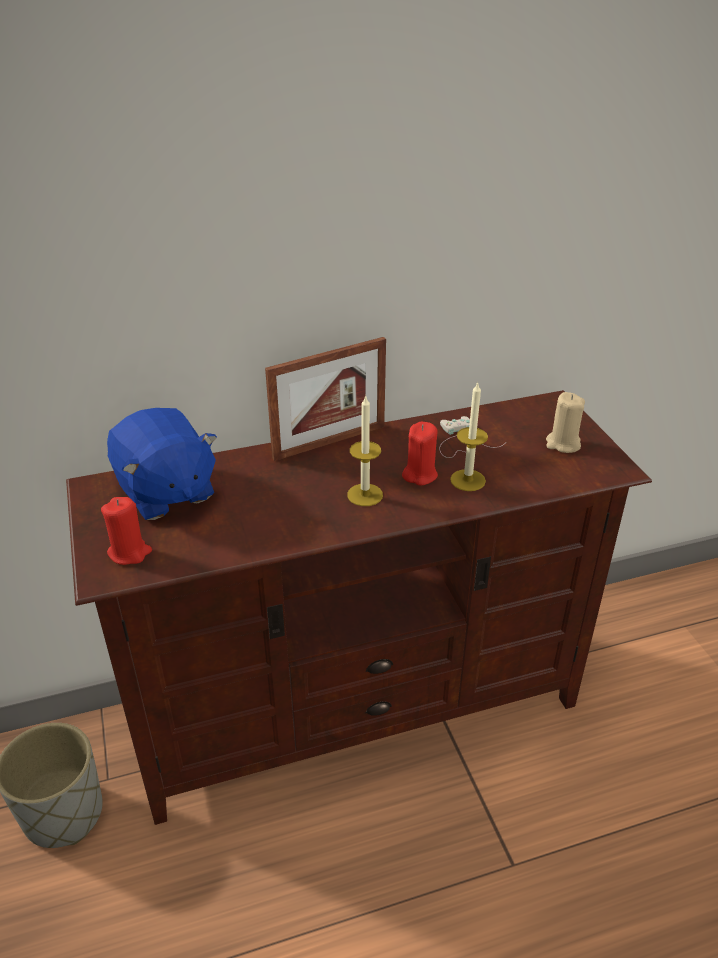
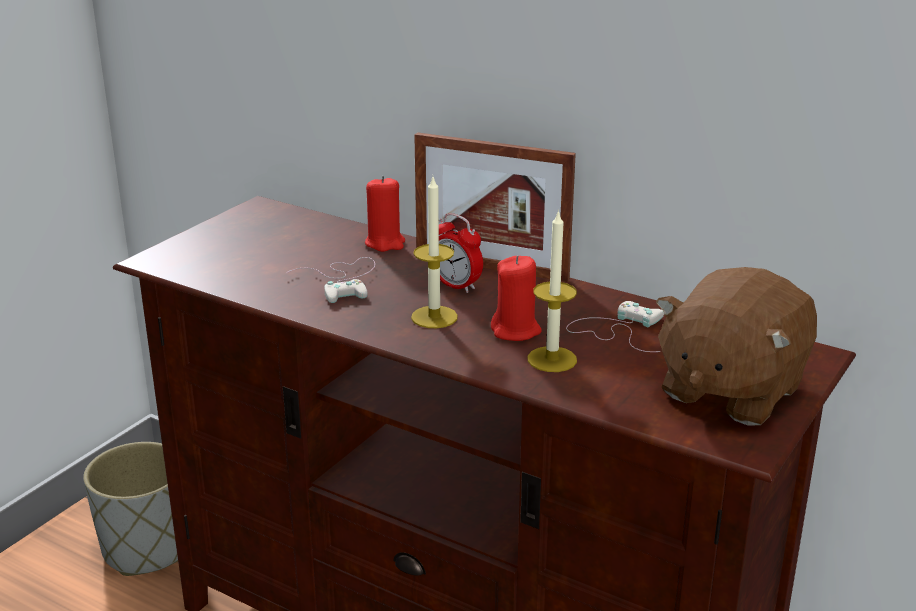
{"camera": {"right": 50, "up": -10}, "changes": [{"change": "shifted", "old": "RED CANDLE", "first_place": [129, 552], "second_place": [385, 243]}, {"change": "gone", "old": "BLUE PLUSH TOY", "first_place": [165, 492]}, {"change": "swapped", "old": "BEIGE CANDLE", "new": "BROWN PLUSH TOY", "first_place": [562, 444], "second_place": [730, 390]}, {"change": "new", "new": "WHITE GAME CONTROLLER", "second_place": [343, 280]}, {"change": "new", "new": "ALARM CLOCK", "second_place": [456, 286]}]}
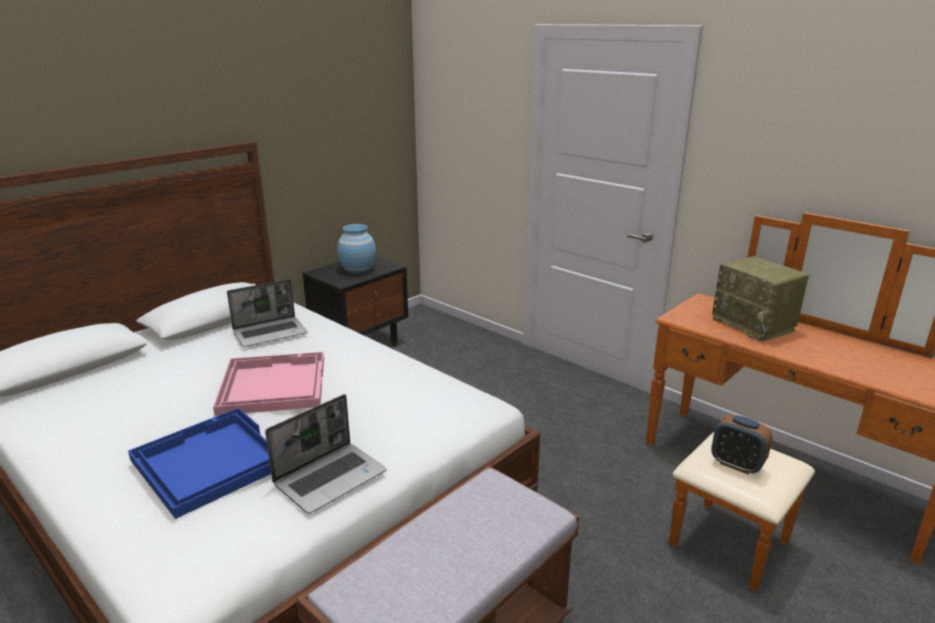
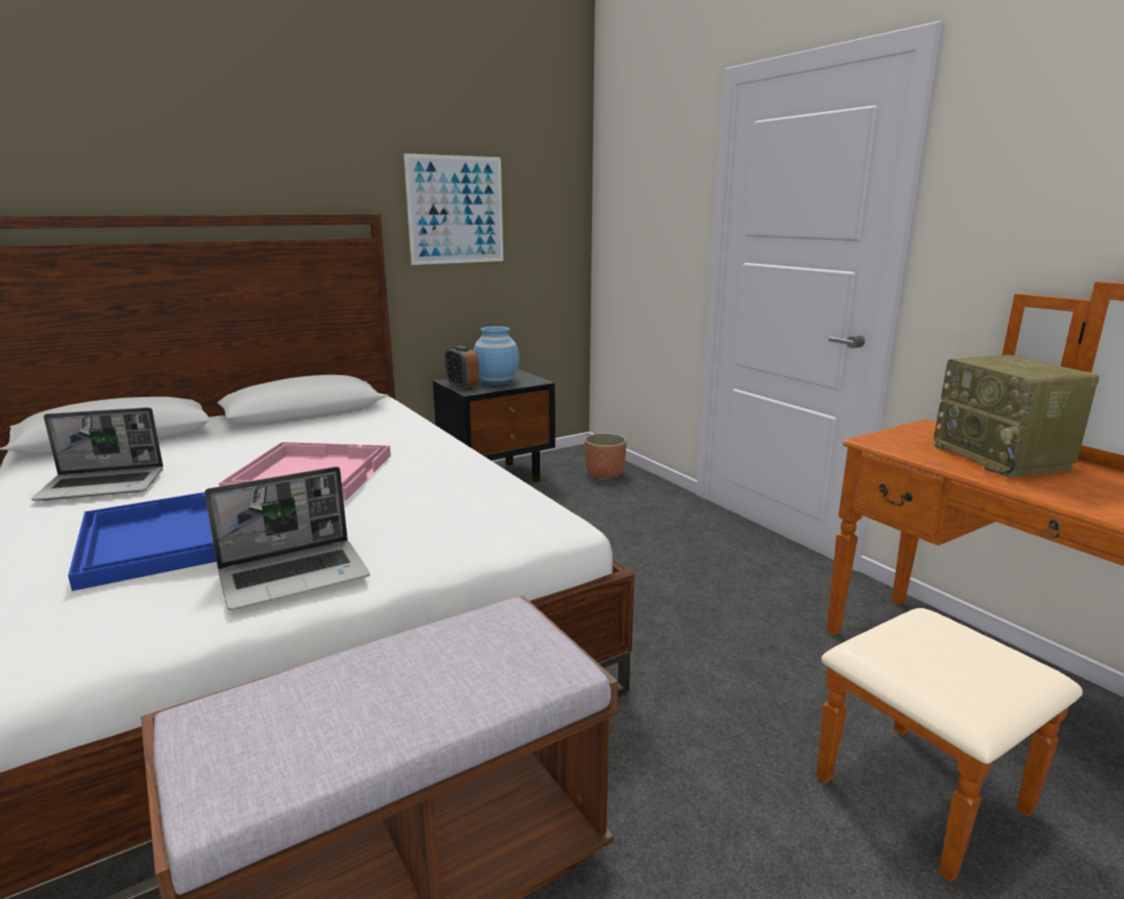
{"camera": {"right": 15, "up": -5}, "changes": [{"change": "shifted", "old": "LAPTOP", "first_place": [271, 333], "second_place": [104, 485]}, {"change": "shifted", "old": "ALARM CLOCK", "first_place": [736, 464], "second_place": [462, 385]}, {"change": "new", "new": "PICTURE", "second_place": [456, 210]}, {"change": "new", "new": "PLANTER", "second_place": [604, 473]}]}
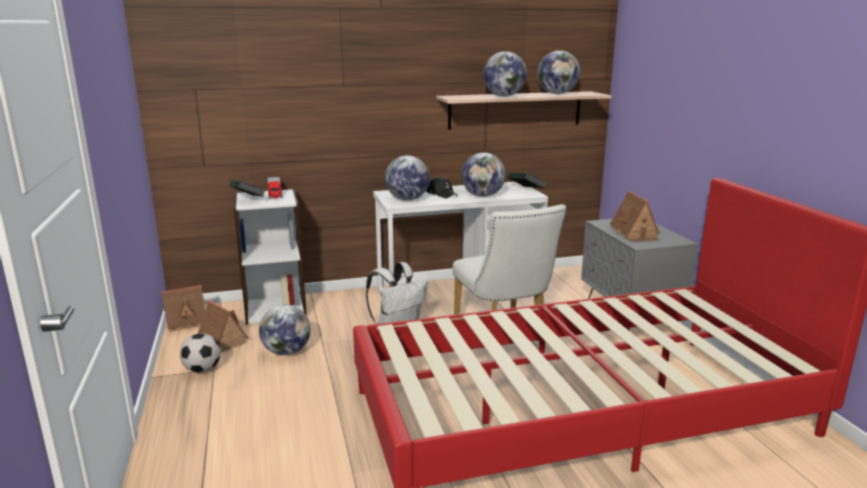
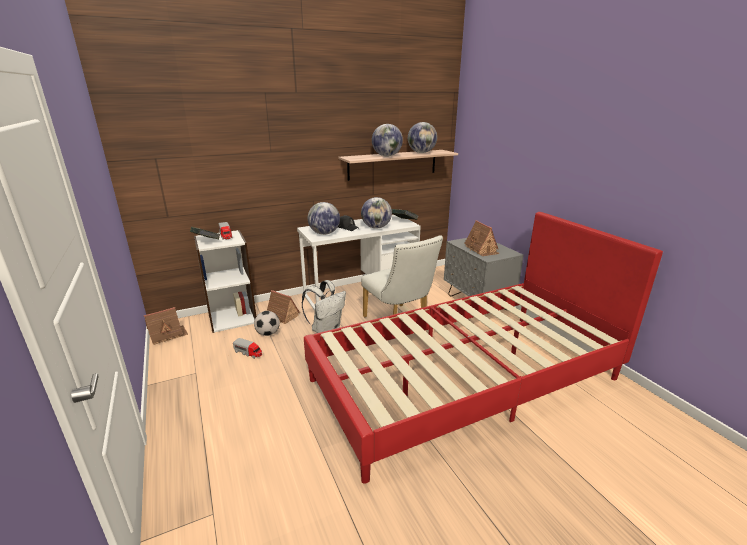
{"camera": {"right": -10, "up": 5}, "changes": [{"change": "shifted", "old": "FOOTBALL", "first_place": [202, 369], "second_place": [268, 333]}, {"change": "shifted", "old": "TOY HOUSE", "first_place": [221, 341], "second_place": [281, 316]}, {"change": "swapped", "old": "GLOBE", "new": "TOY TRUCK", "first_place": [286, 352], "second_place": [248, 353]}]}
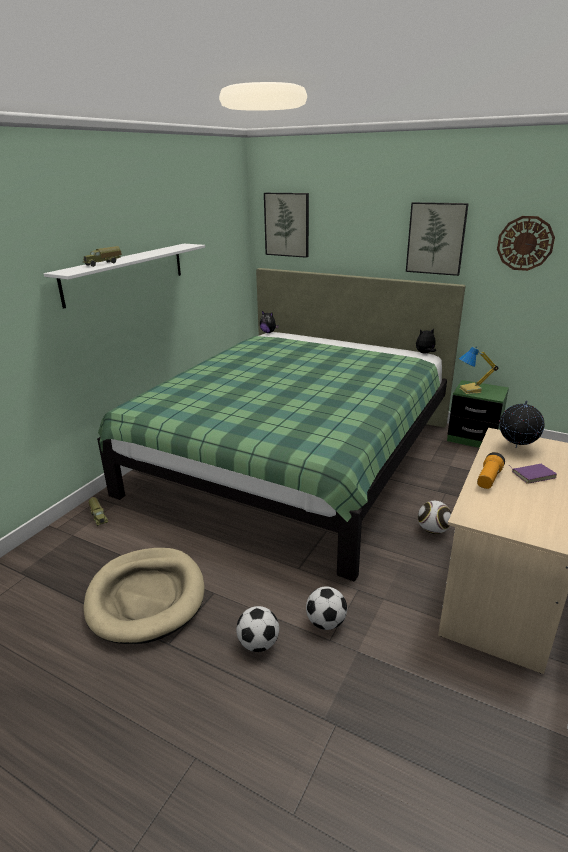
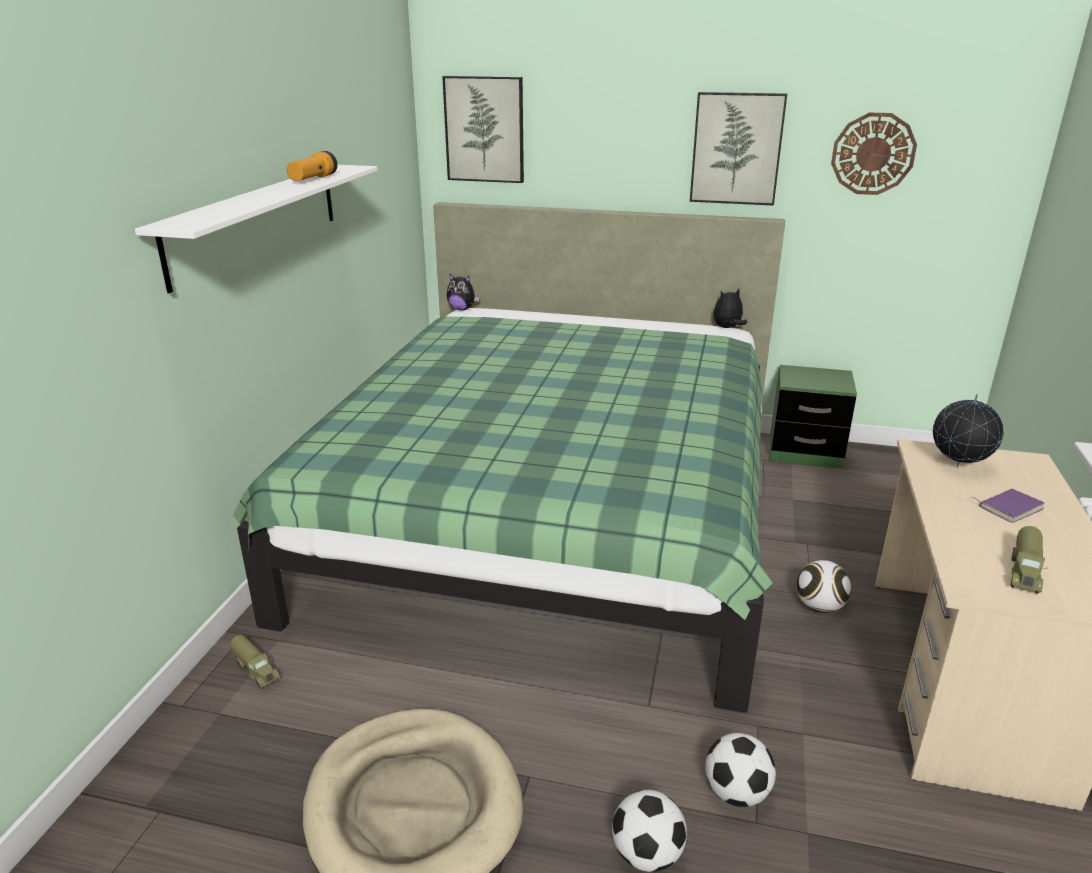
{"camera": {"right": -15, "up": 0}, "changes": [{"change": "shifted", "old": "TOY TRUCK", "first_place": [103, 264], "second_place": [1025, 573]}, {"change": "gone", "old": "TABLE LAMP", "first_place": [470, 390]}, {"change": "shifted", "old": "FLASHLIGHT", "first_place": [488, 478], "second_place": [313, 179]}]}
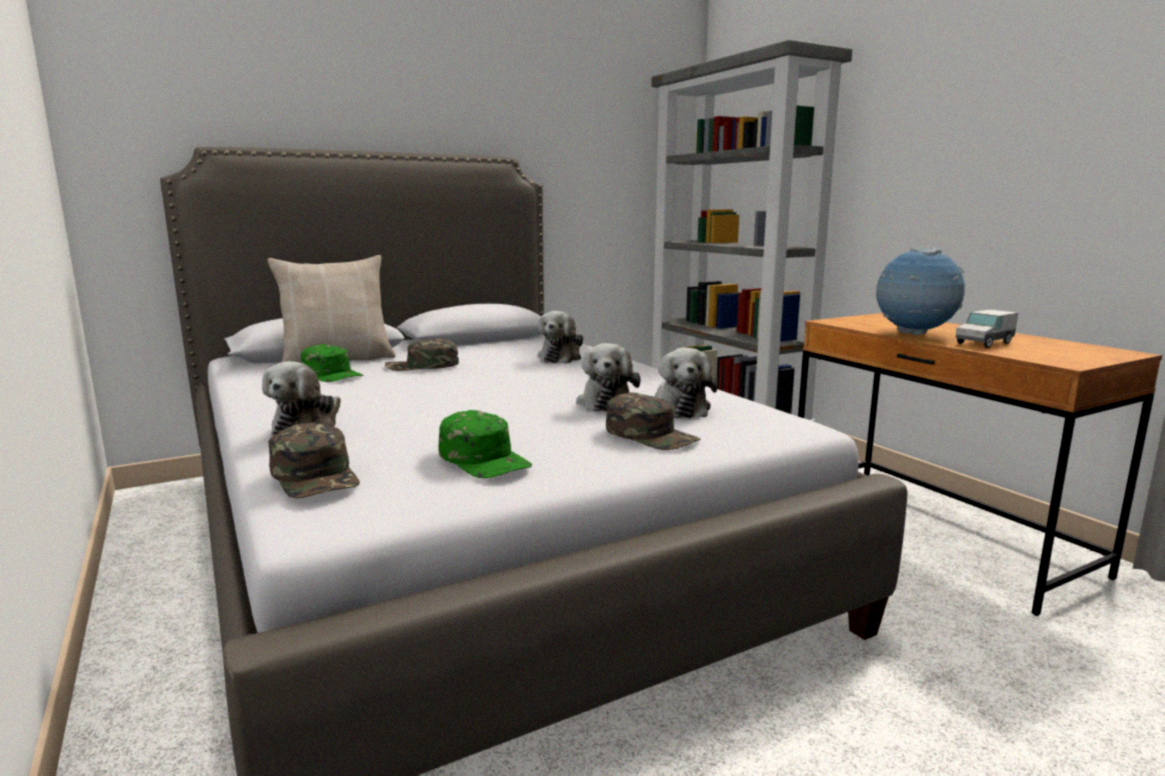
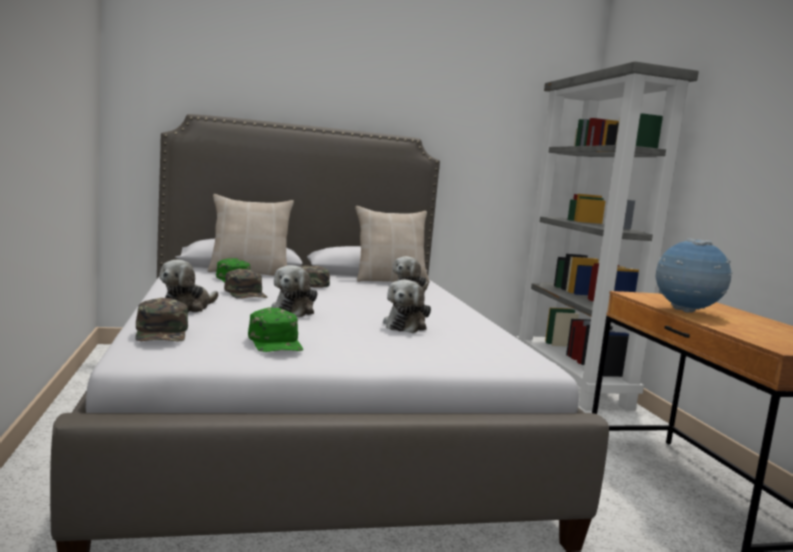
{"camera": {"right": 15, "up": -5}, "changes": [{"change": "shifted", "old": "GREEN CAP", "first_place": [651, 435], "second_place": [246, 293]}, {"change": "shifted", "old": "PLUSH TOY", "first_place": [679, 408], "second_place": [294, 310]}, {"change": "gone", "old": "TOY TRUCK", "first_place": [984, 343]}, {"change": "new", "new": "BEIGE PILLOW", "second_place": [390, 280]}]}
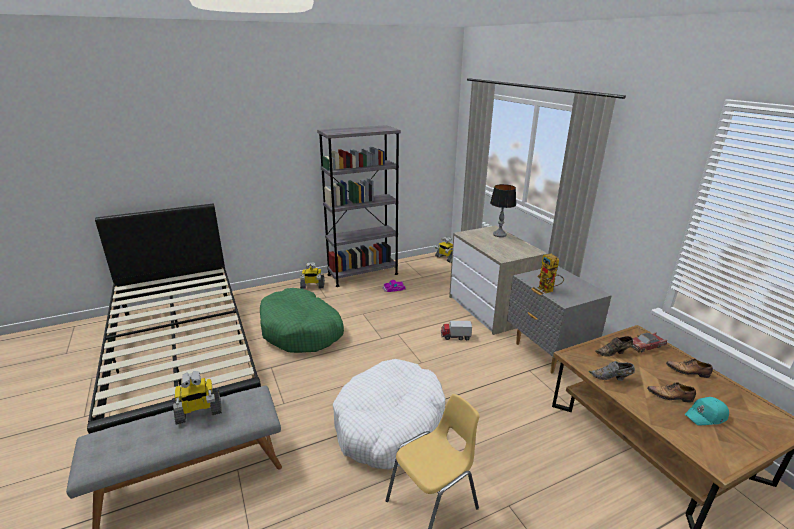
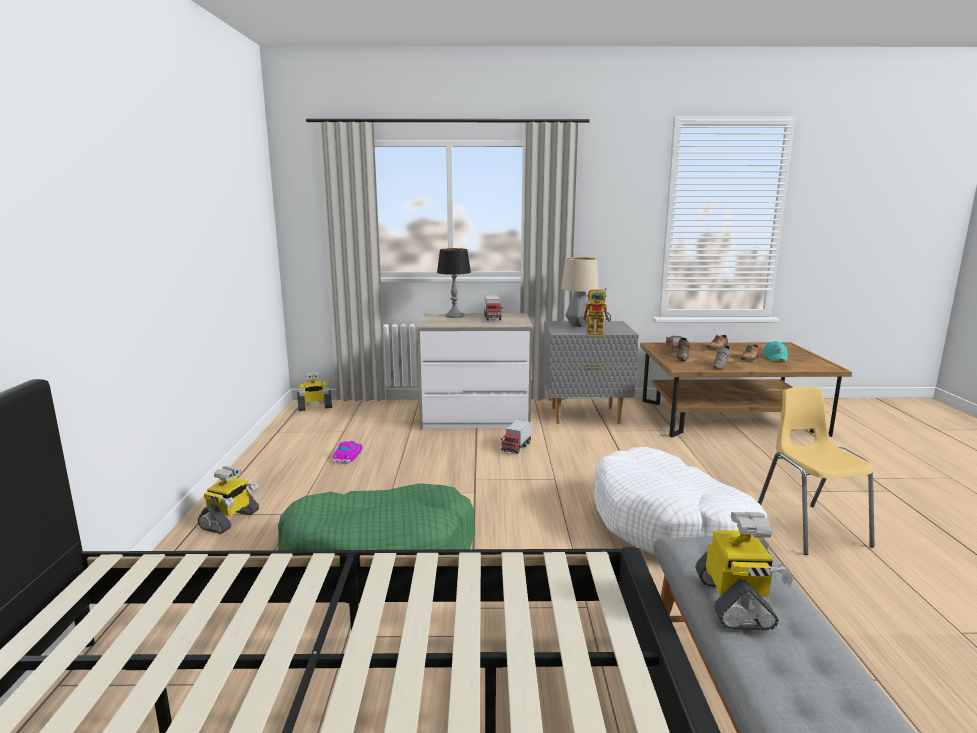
{"camera": {"right": -65, "up": -10}, "changes": [{"change": "gone", "old": "GREY BOOKCASE", "first_place": [363, 274]}, {"change": "new", "new": "TOY TRUCK", "second_place": [492, 318]}, {"change": "new", "new": "TABLE LAMP", "second_place": [578, 325]}]}
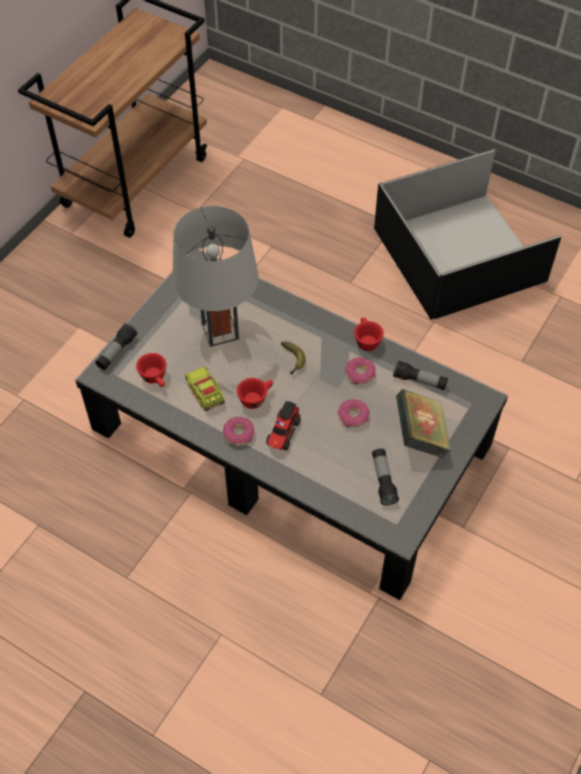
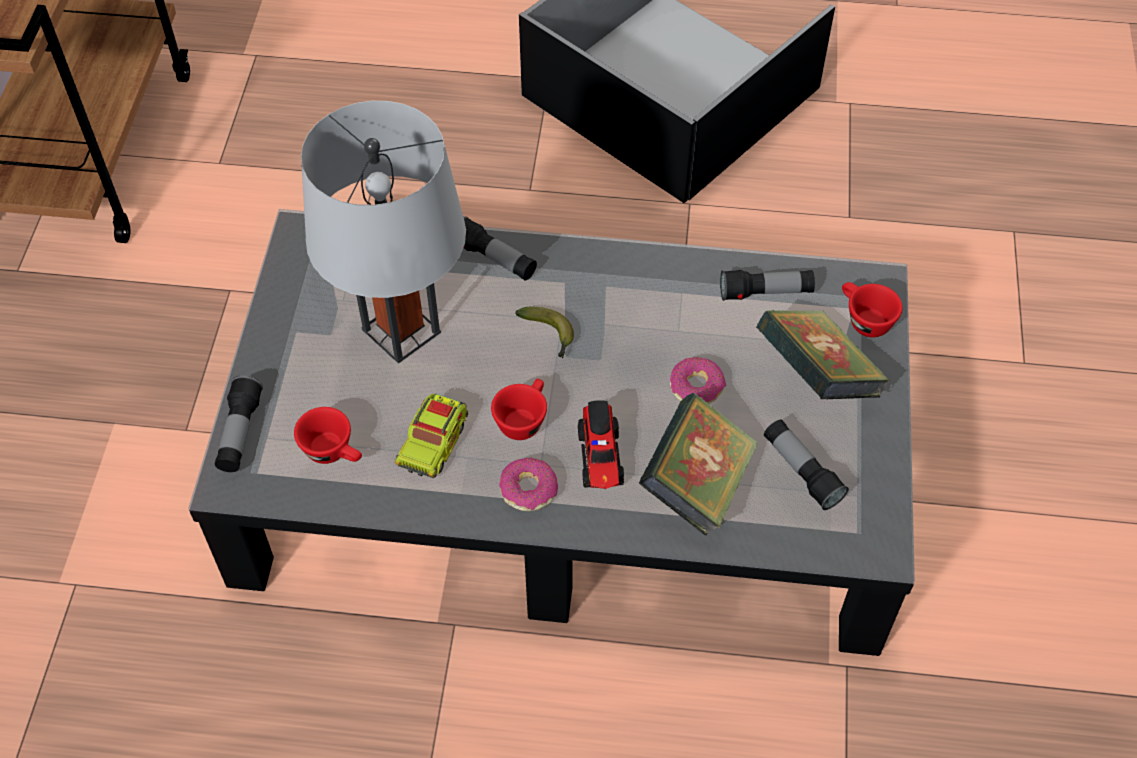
{"camera": {"right": -25, "up": 0}, "changes": [{"change": "rotated", "old": "TOY TRUCK", "first_place": [205, 393], "second_place": [433, 443], "degrees": -105}, {"change": "gone", "old": "DONUT", "first_place": [360, 374]}, {"change": "shifted", "old": "RED CUP", "first_place": [366, 340], "second_place": [863, 320]}, {"change": "new", "new": "FLASHLIGHT", "second_place": [495, 259]}, {"change": "new", "new": "BOOK", "second_place": [696, 484]}]}
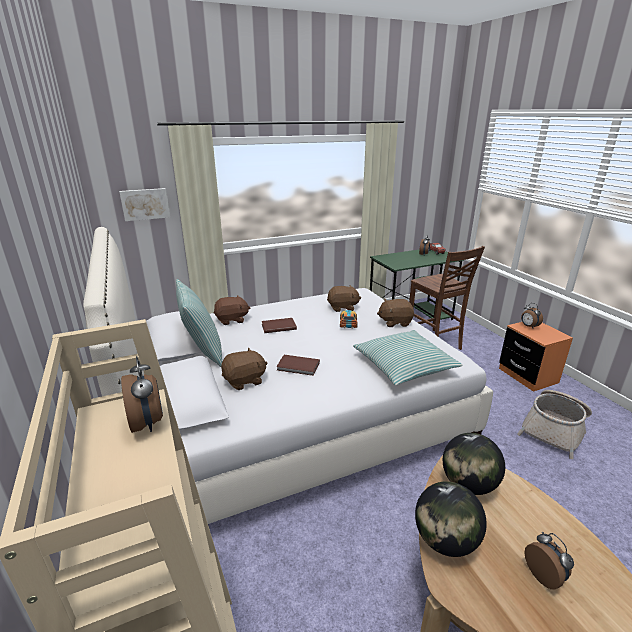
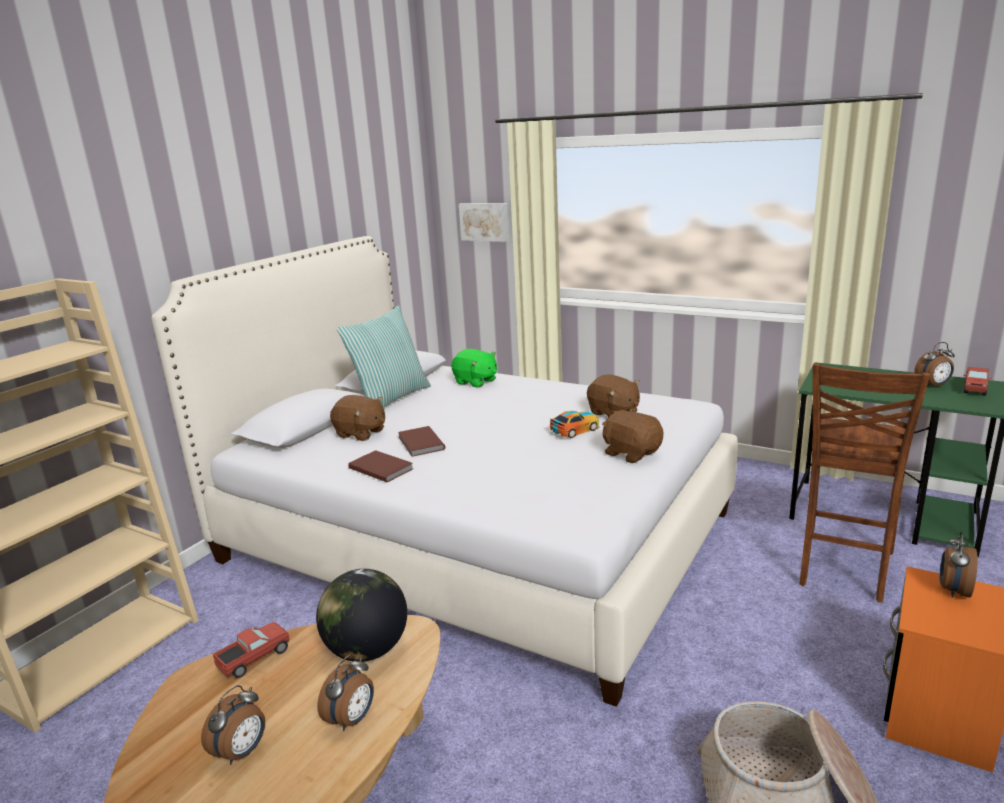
{"camera": {"right": 55, "up": -5}, "changes": [{"change": "shifted", "old": "ALARM CLOCK", "first_place": [148, 423], "second_place": [352, 719]}, {"change": "repainted", "old": "BROWN PLUSH TOY", "new": "GREEN PLUSH TOY", "first_place": [232, 320], "second_place": [475, 382]}, {"change": "shifted", "old": "BROWN BOOK", "first_place": [278, 326], "second_place": [381, 468]}, {"change": "gone", "old": "PILLOW", "first_place": [404, 365]}, {"change": "swapped", "old": "GLOBE", "new": "TOY TRUCK", "first_place": [445, 540], "second_place": [254, 659]}]}
